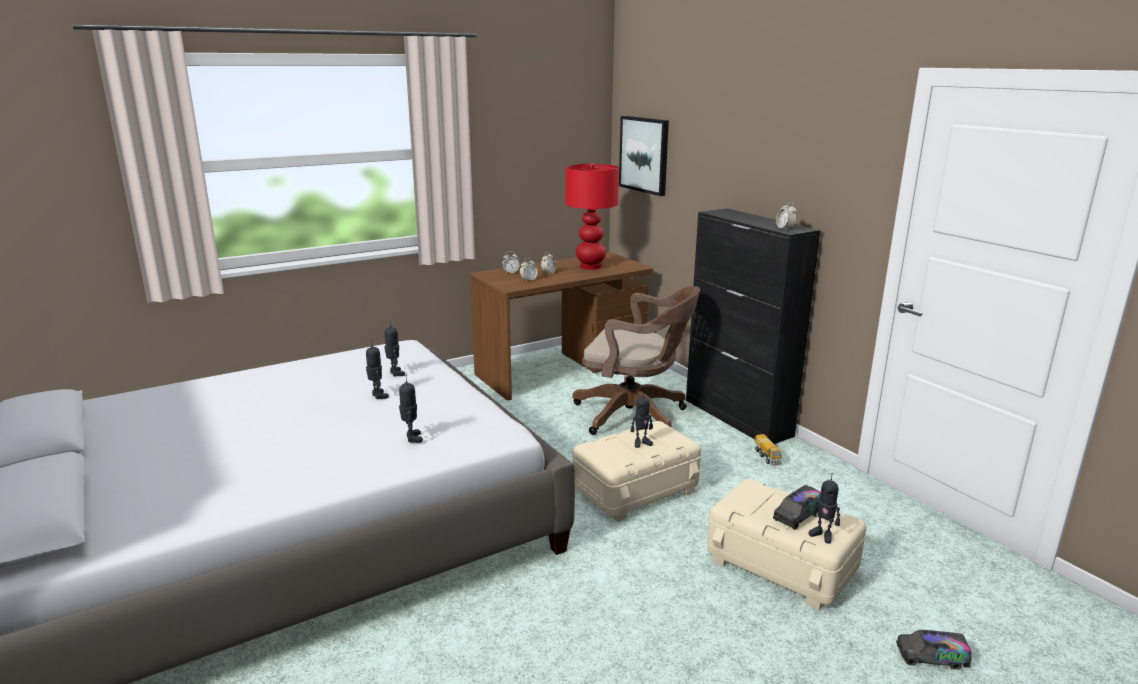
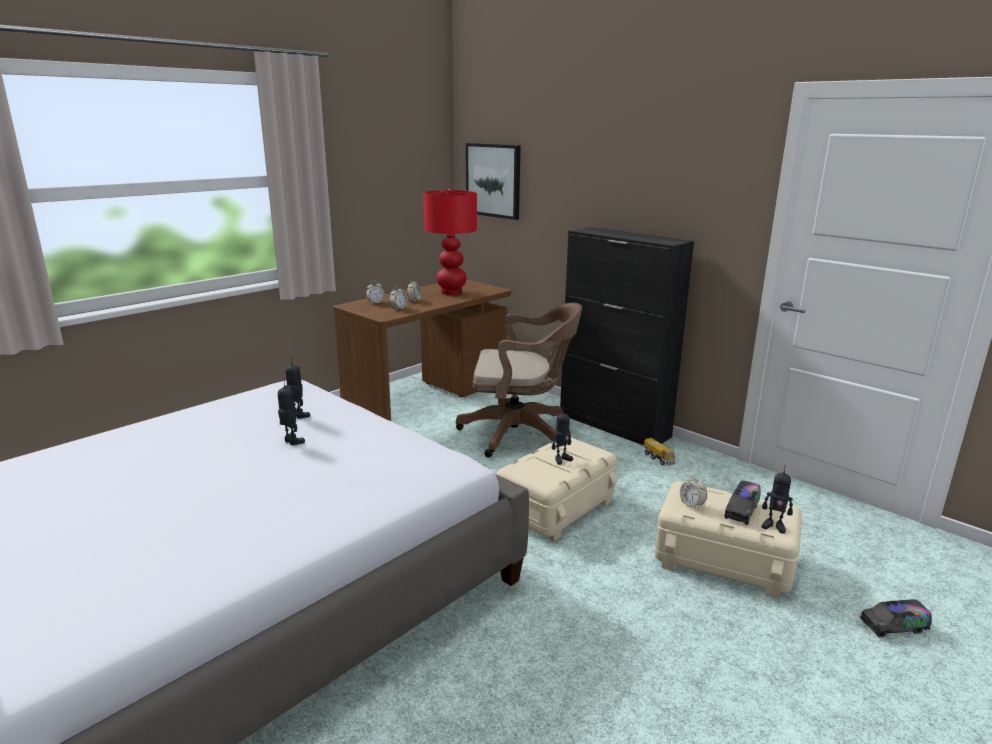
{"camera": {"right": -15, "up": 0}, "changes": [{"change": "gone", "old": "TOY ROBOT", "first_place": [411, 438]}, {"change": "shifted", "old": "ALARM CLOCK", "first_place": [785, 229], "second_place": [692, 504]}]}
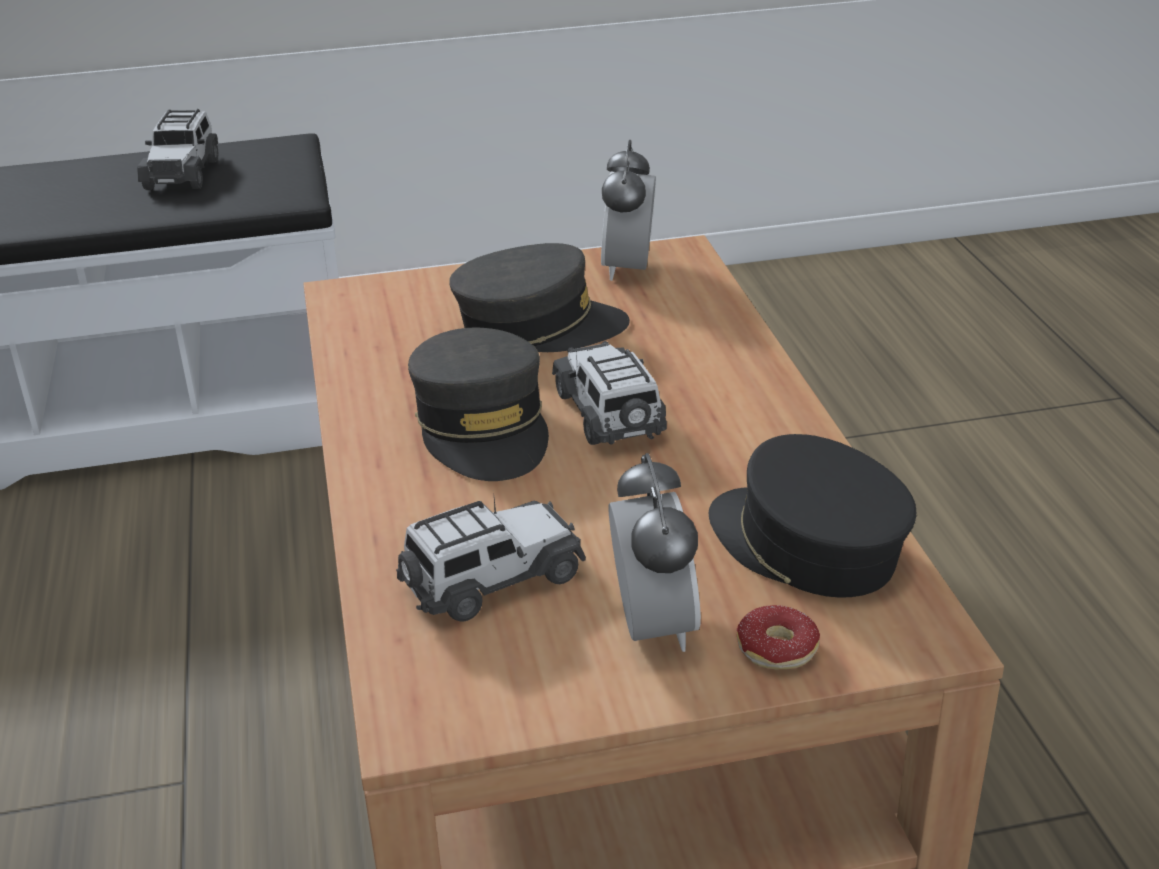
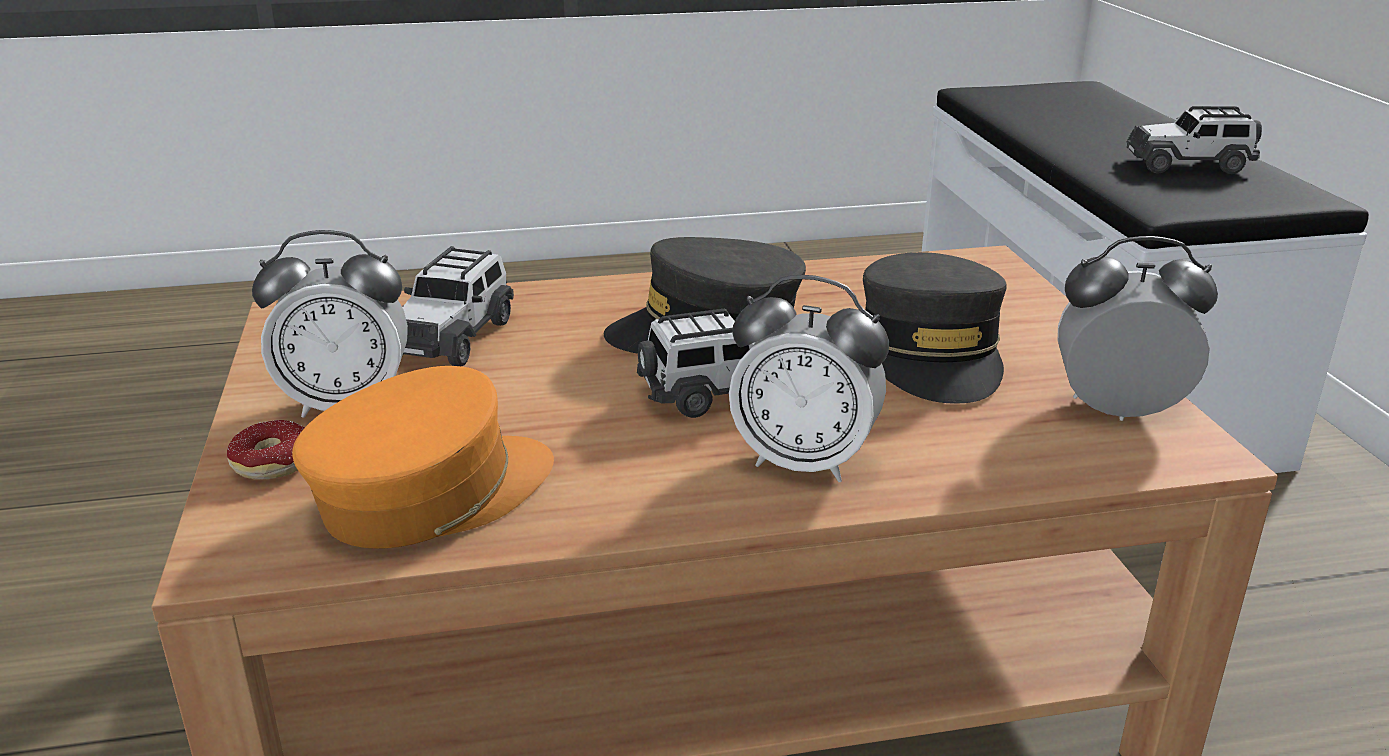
{"camera": {"right": 90, "up": -5}, "changes": [{"change": "rotated", "old": "TOY CAR", "first_place": [491, 581], "second_place": [453, 337], "degrees": 45}, {"change": "repainted", "old": "BLACK CAP", "new": "ORANGE CAP", "first_place": [806, 546], "second_place": [431, 494]}, {"change": "new", "new": "ALARM CLOCK", "second_place": [804, 462]}]}
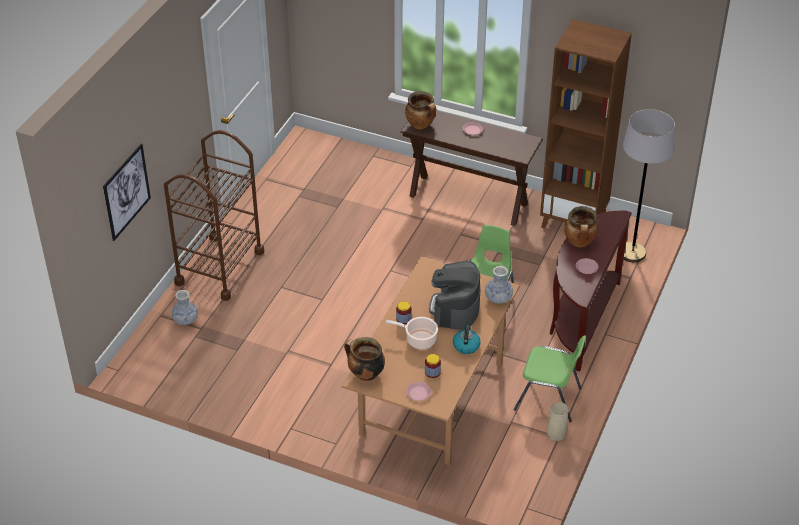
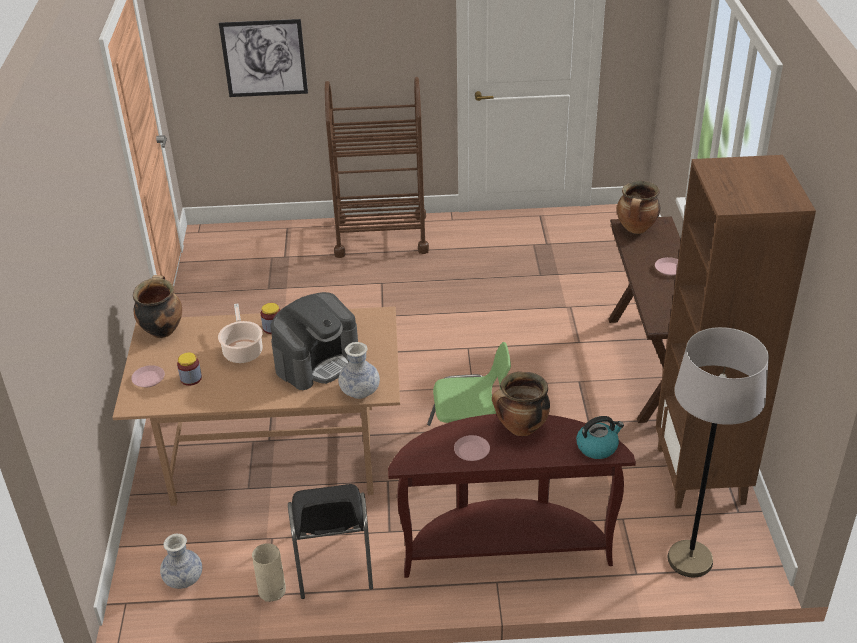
{"camera": {"right": 65, "up": -5}, "changes": [{"change": "shifted", "old": "VASE", "first_place": [185, 320], "second_place": [183, 579]}, {"change": "rotated", "old": "COFFEE MACHINE", "first_place": [455, 308], "second_place": [317, 361], "degrees": 150}, {"change": "shifted", "old": "KETTLE", "first_place": [466, 345], "second_place": [597, 447]}, {"change": "repainted", "old": "GREEN CHAIR", "new": "BLACK CHAIR", "first_place": [548, 399], "second_place": [332, 562]}]}
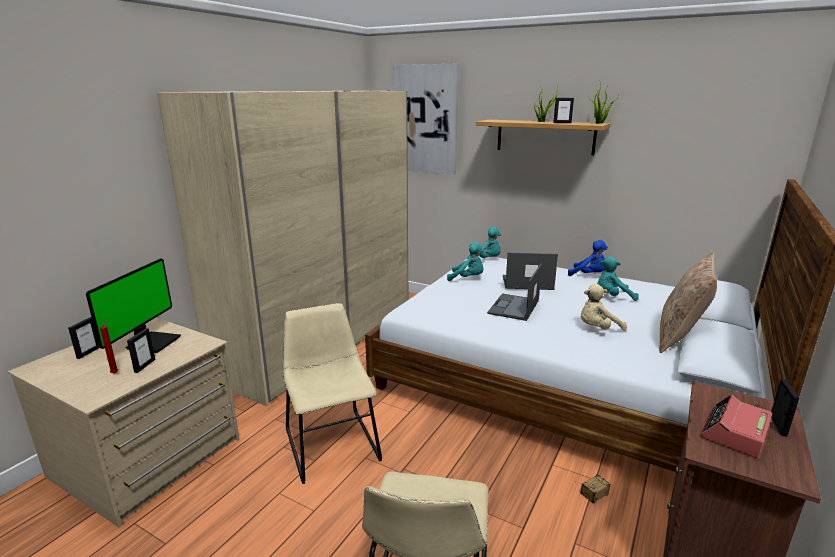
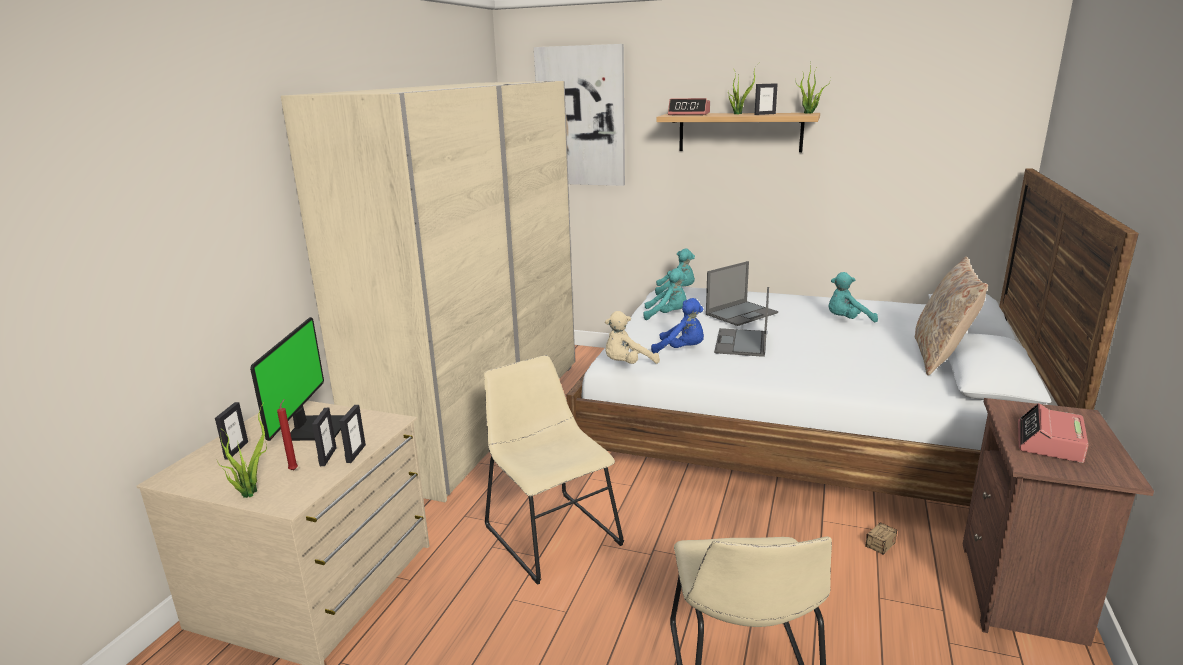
{"camera": {"right": -10, "up": 0}, "changes": [{"change": "rotated", "old": "LAPTOP", "first_place": [526, 283], "second_place": [742, 313], "degrees": 150}, {"change": "shifted", "old": "BLUE PLUSH TOY", "first_place": [589, 275], "second_place": [681, 350]}, {"change": "shifted", "old": "BEIGE PLUSH TOY", "first_place": [597, 328], "second_place": [627, 364]}, {"change": "shifted", "old": "PICTURE FRAME", "first_place": [777, 426], "second_place": [355, 453]}, {"change": "new", "new": "POTTED PLANT", "second_place": [249, 492]}, {"change": "new", "new": "ALARM CLOCK", "second_place": [689, 114]}]}
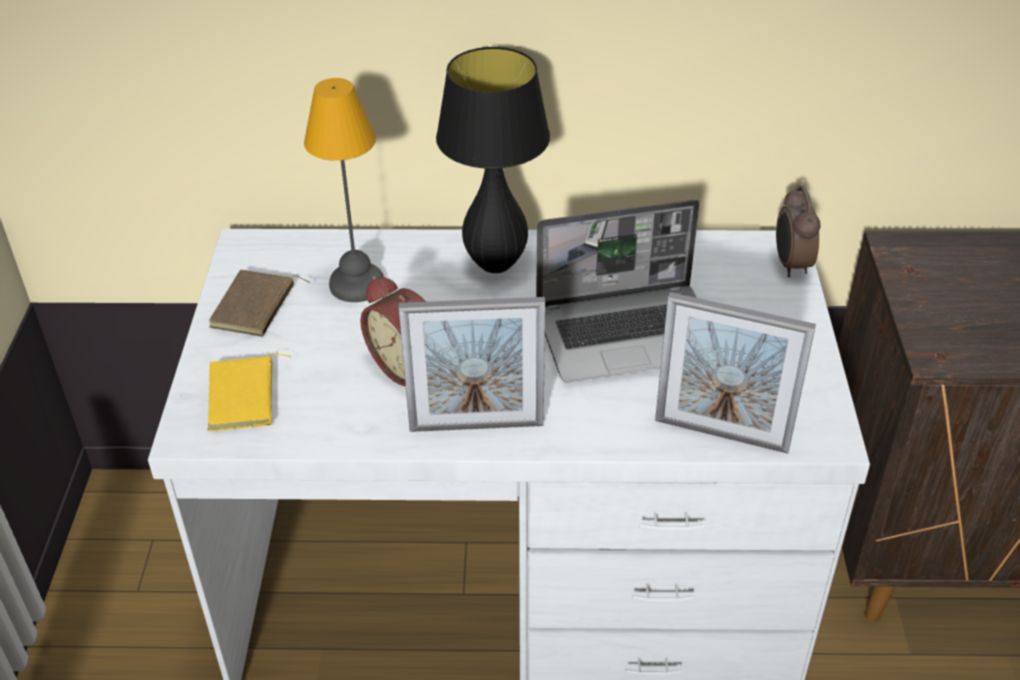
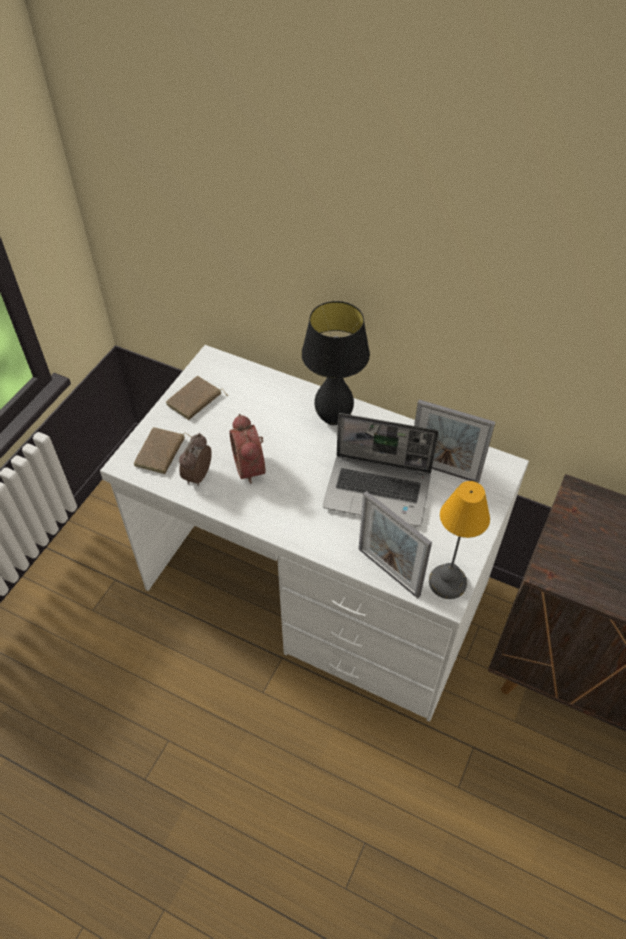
{"camera": {"right": 25, "up": 10}, "changes": [{"change": "repainted", "old": "YELLOW BOOK", "new": "BROWN BOOK", "first_place": [245, 397], "second_place": [161, 453]}, {"change": "shifted", "old": "TABLE LAMP", "first_place": [358, 283], "second_place": [448, 582]}, {"change": "shifted", "old": "PICTURE FRAME", "first_place": [476, 426], "second_place": [443, 471]}, {"change": "shifted", "old": "ALARM CLOCK", "first_place": [790, 265], "second_place": [197, 476]}]}
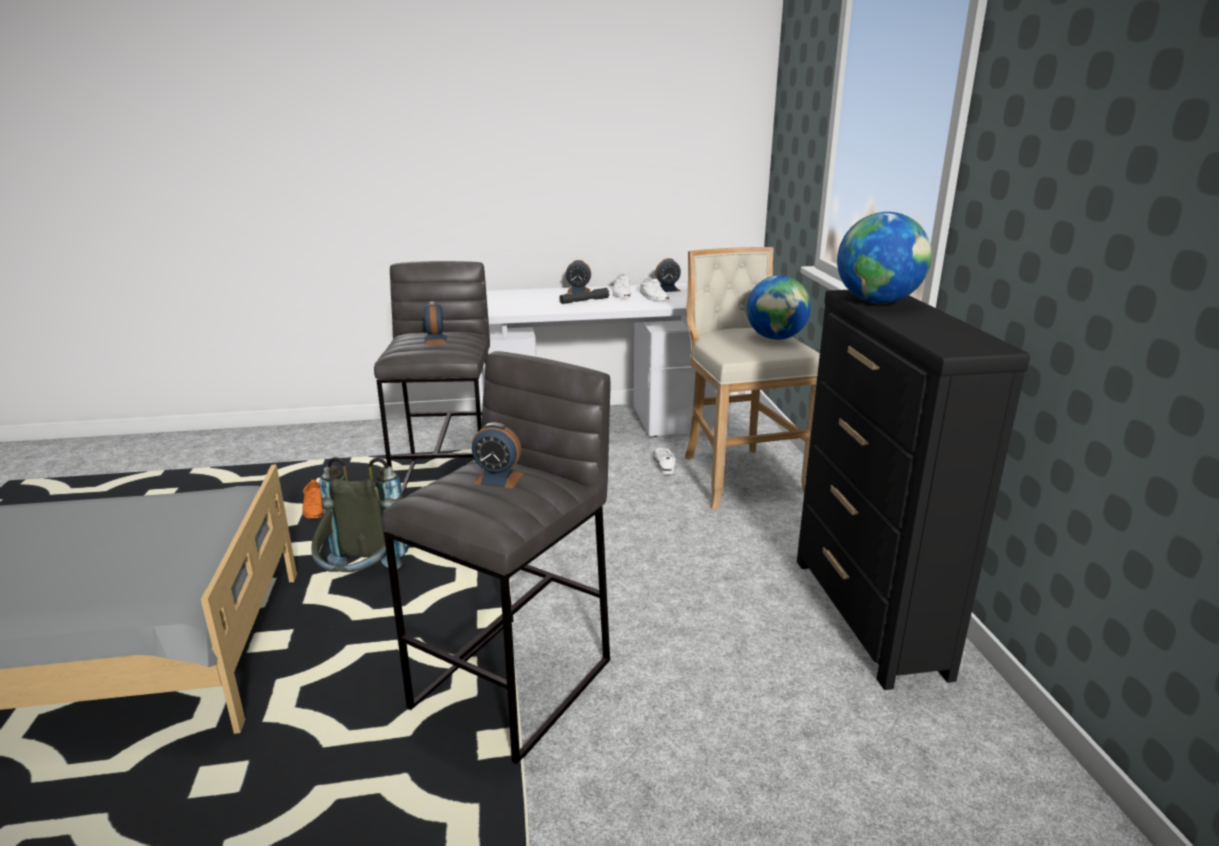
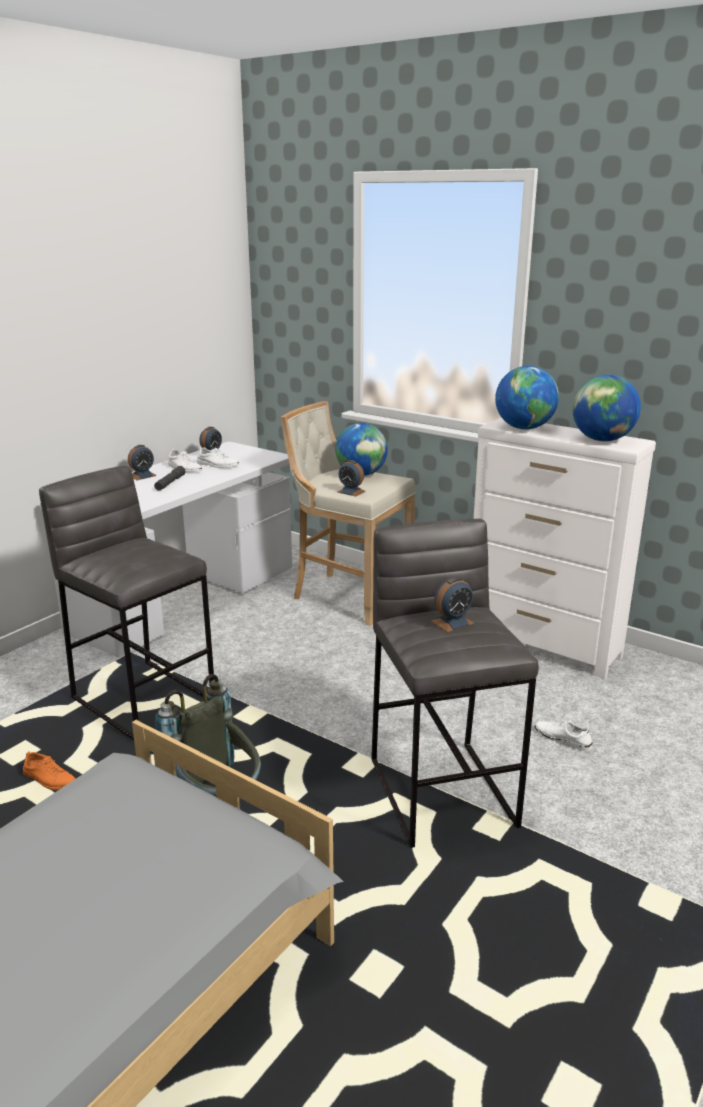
{"camera": {"right": -45, "up": 0}, "changes": [{"change": "shifted", "old": "ALARM CLOCK", "first_place": [435, 340], "second_place": [351, 492]}, {"change": "shifted", "old": "WHITE SHOE", "first_place": [664, 464], "second_place": [563, 738]}, {"change": "repainted", "old": "BLACK DRESSER", "new": "WHITE DRESSER", "first_place": [868, 616], "second_place": [543, 646]}, {"change": "new", "new": "GLOBE", "second_place": [602, 440]}]}
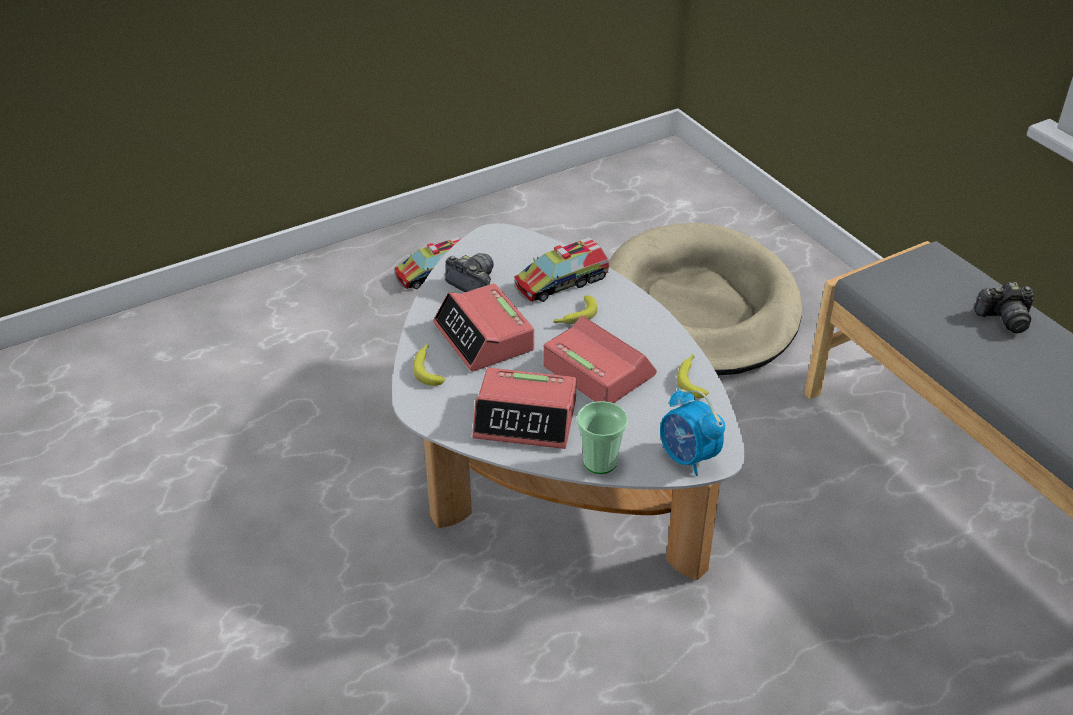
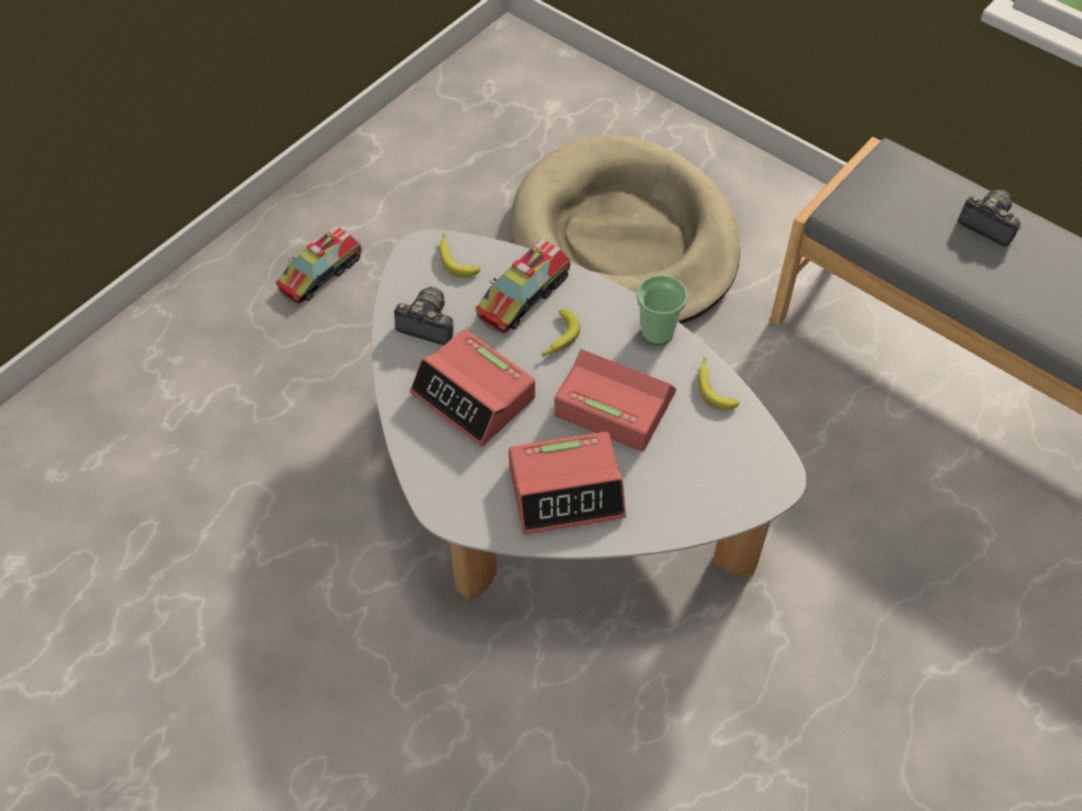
{"camera": {"right": -20, "up": 15}, "changes": [{"change": "shifted", "old": "BANANA", "first_place": [429, 368], "second_place": [455, 258]}, {"change": "shifted", "old": "CUP", "first_place": [600, 462], "second_place": [657, 332]}, {"change": "gone", "old": "ALARM CLOCK", "first_place": [688, 458]}, {"change": "rotated", "old": "PHOTO CAMERA", "first_place": [1004, 319], "second_place": [988, 224], "degrees": -120}]}
